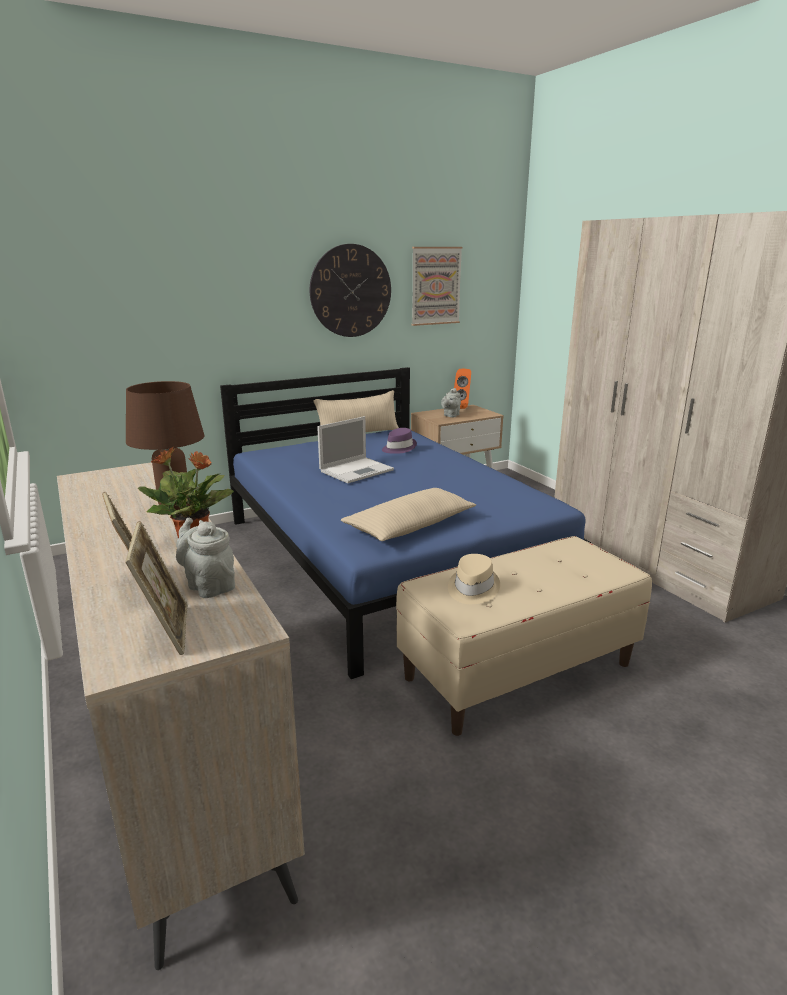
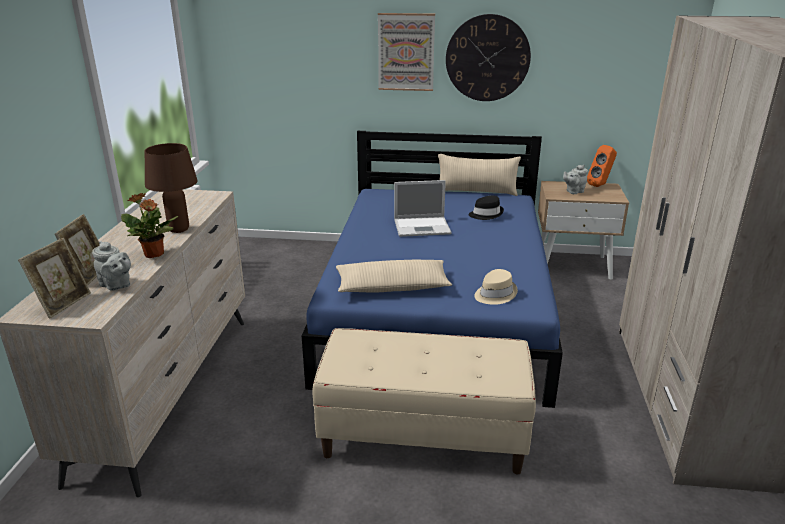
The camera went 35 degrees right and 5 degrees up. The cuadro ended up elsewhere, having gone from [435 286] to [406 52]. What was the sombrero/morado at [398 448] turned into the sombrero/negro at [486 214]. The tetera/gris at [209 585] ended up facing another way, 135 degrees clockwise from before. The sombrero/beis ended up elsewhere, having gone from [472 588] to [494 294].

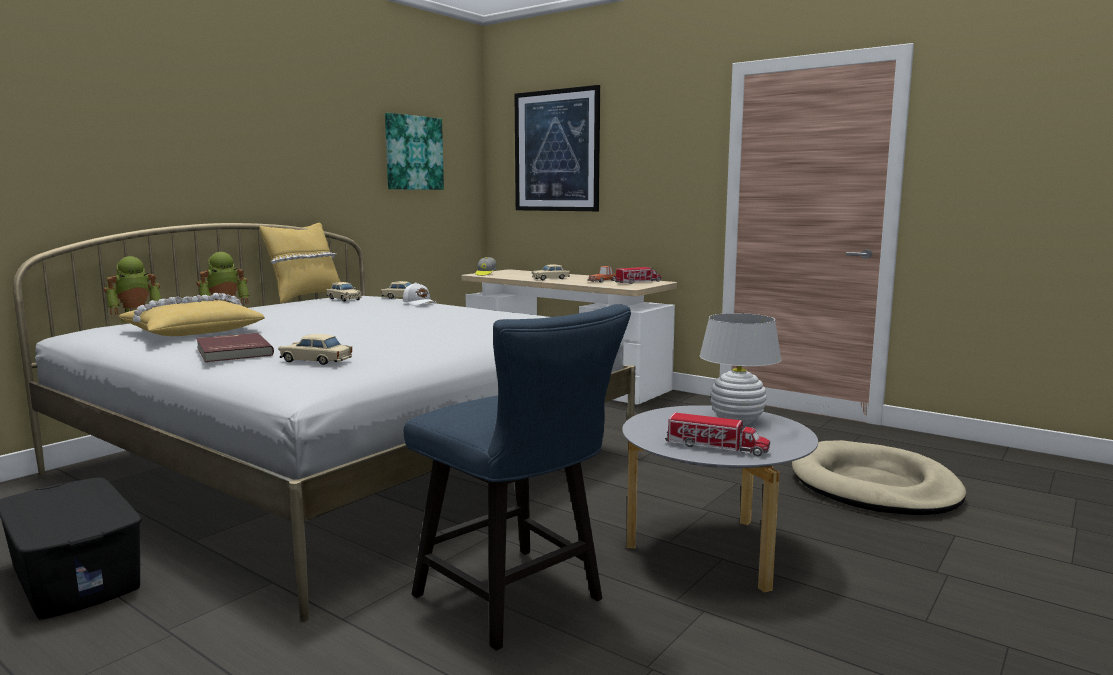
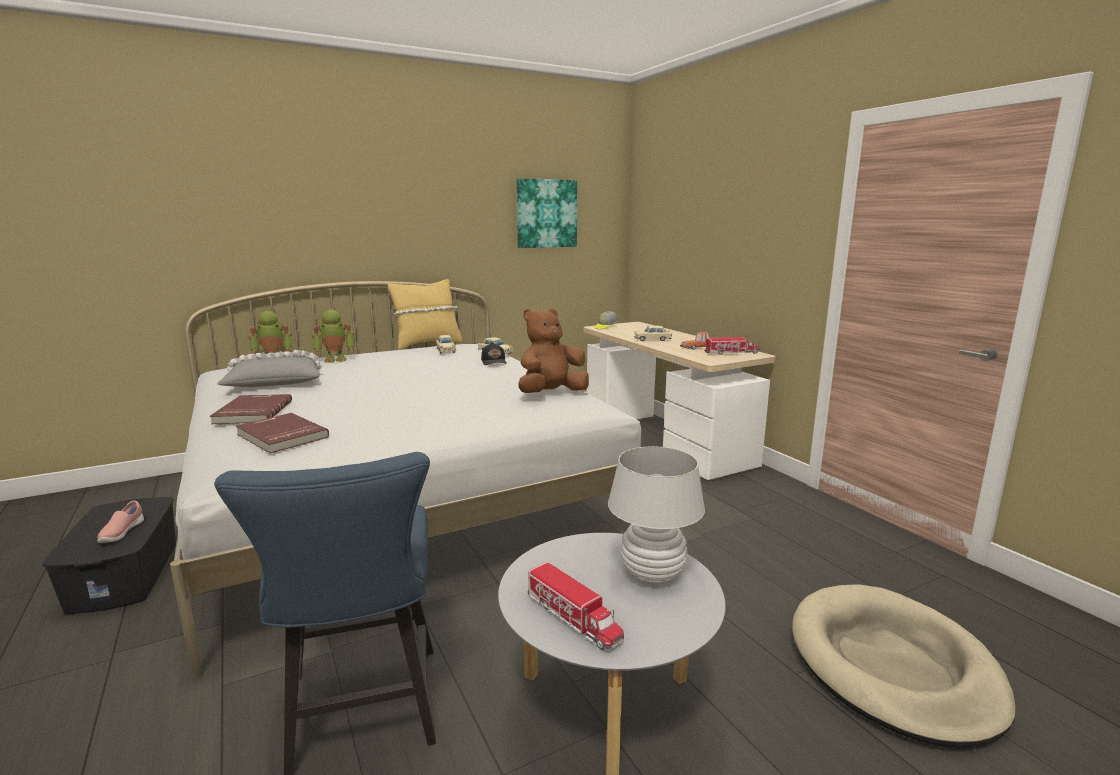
The camera went 25 degrees right and 5 degrees up. The second view lost the cuadro at [556 151]. What was the gorra/blanco at [419 303] turned into the gorra/negro at [494 362]. What was the cojín/amarillo at [192 331] turned into the cojín/gris at [275 380]. Where the coche de juguete/beis stood at [316 361], the libro/rojo came to stand at [280 436]. The second view gained the peluche/marrón at [551 394]. The second view gained the zapato/rosa at [121 533].

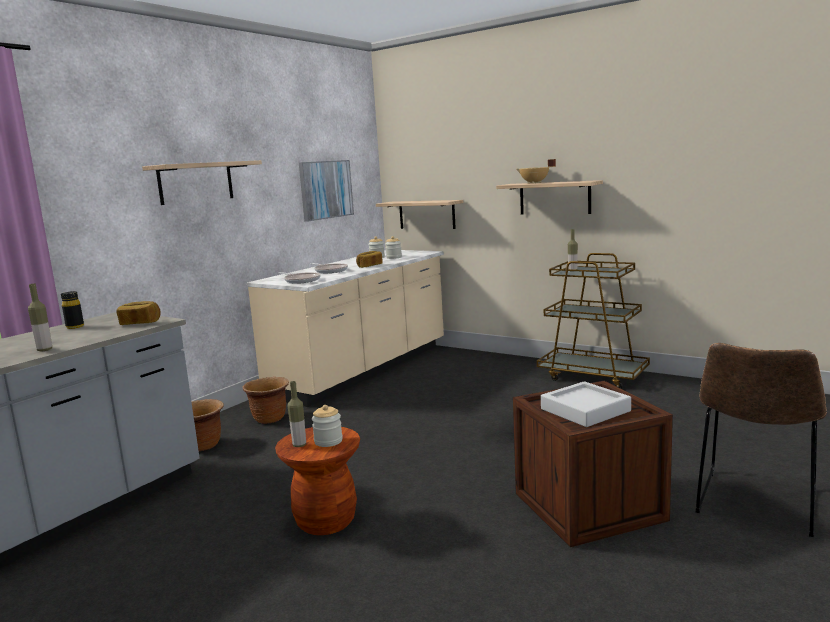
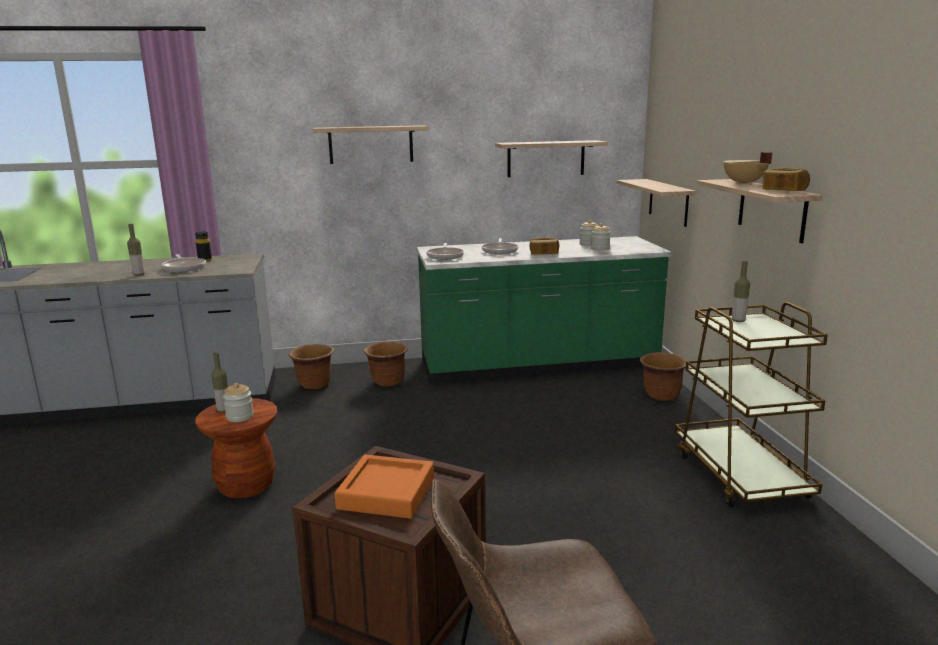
The camera went 45 degrees right and 5 degrees up. Where the cuadro hung at [325 189], the estante came to hang at [546 158]. What was the mueble bajo de cocina/beis at [363 370] turned into the mueble bajo de cocina/verde at [538 365]. The pan ended up elsewhere, having gone from [140 323] to [784 191]. What was the bandeja/gris at [585 410] turned into the bandeja/naranja at [386 493]. The second view gained the sartén at [184 268]. The second view gained the maceta/marrón at [661 396].

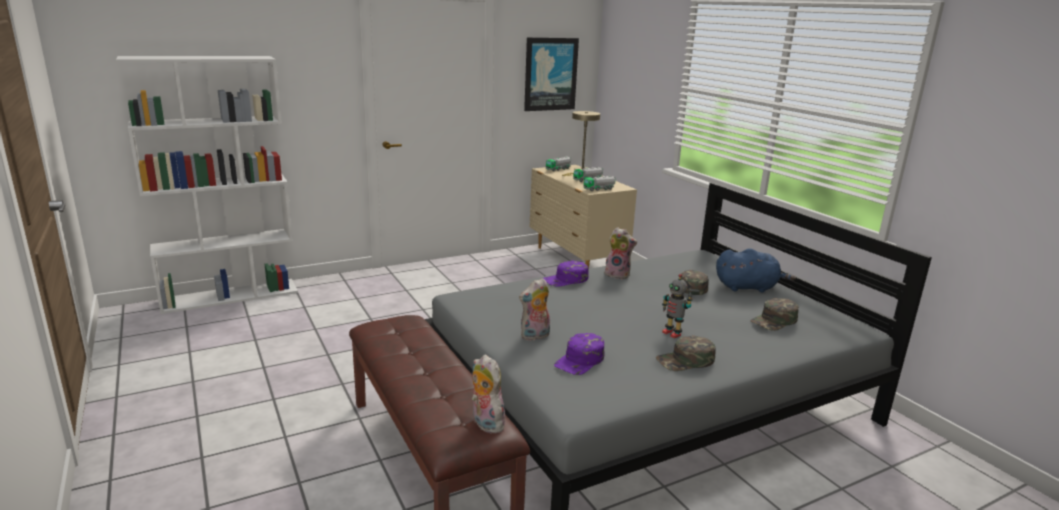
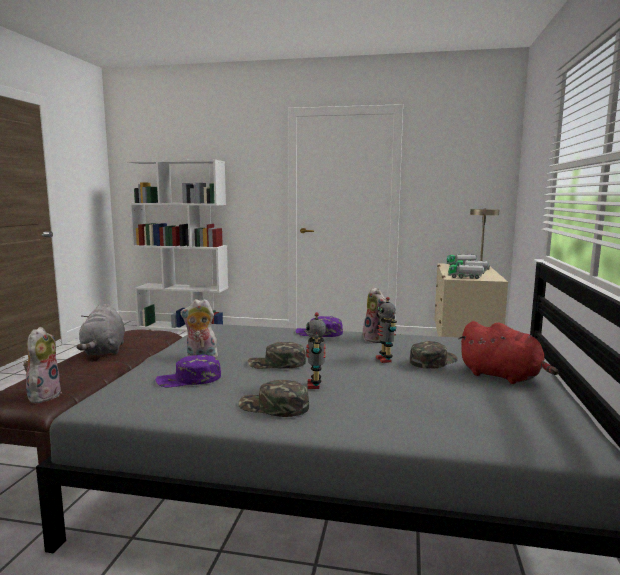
The camera went 40 degrees right and 10 degrees down. The second view lost the cuadro at [550 74]. What was the peluche/azul at [748 287] turned into the peluche/rojo at [503 376]. The gorra/verde ended up elsewhere, having gone from [774 321] to [276 363]. The second view gained the robot de juguete at [385 359]. The second view gained the peluche/gris at [104 351].

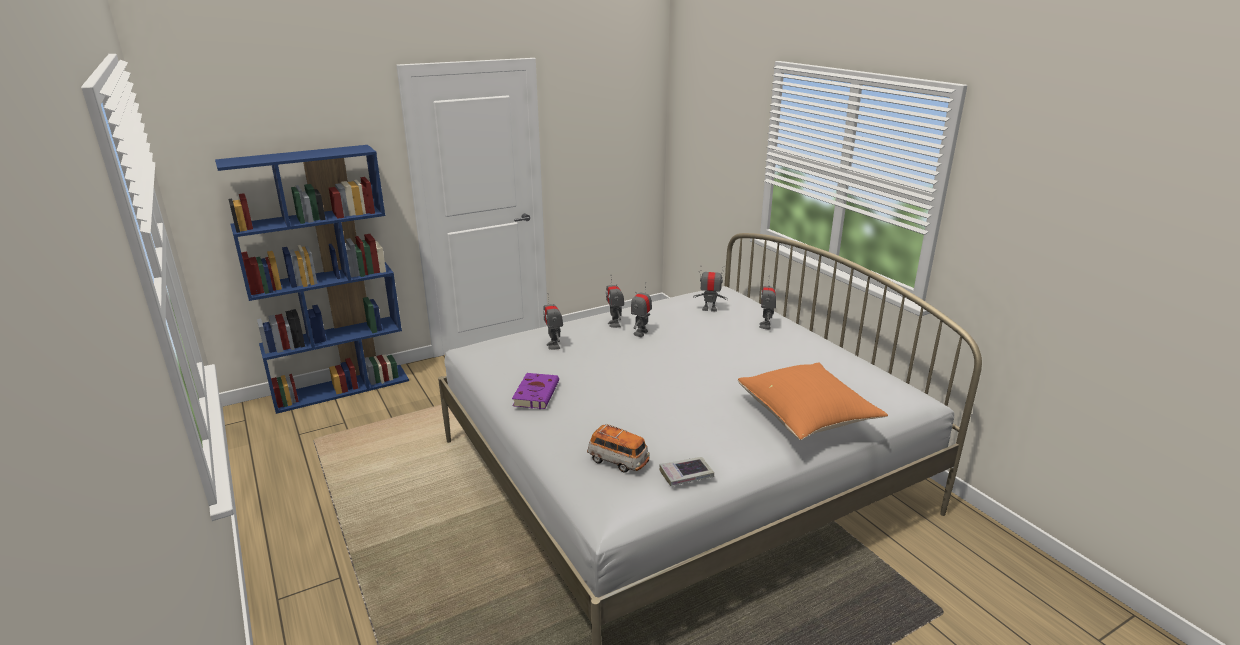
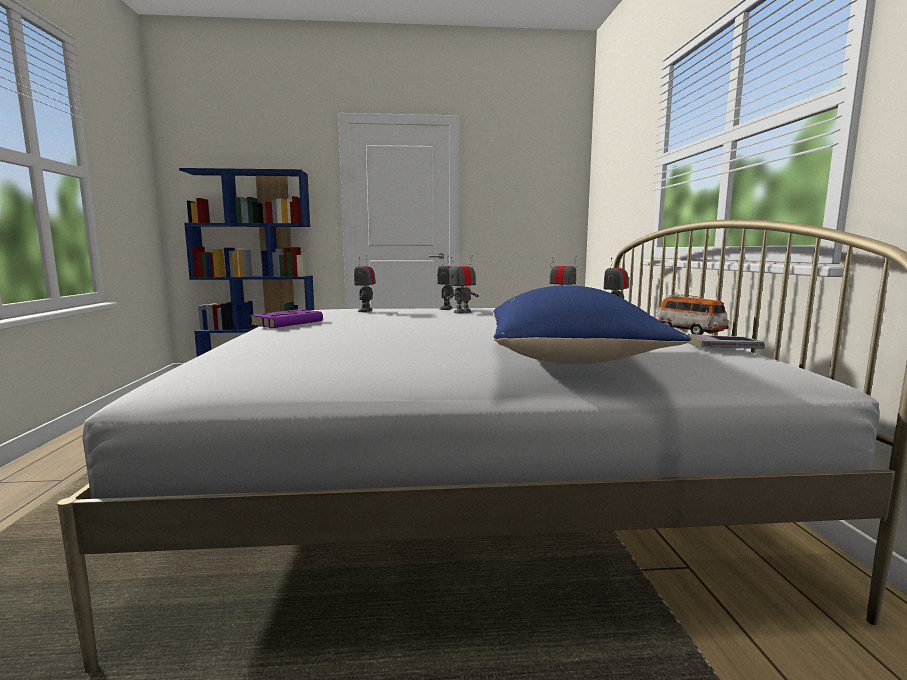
The camera went 25 degrees right and 15 degrees down. What was the cojín/naranja at [807 418] turned into the cojín/azul at [572 361]. The coche de juguete ended up elsewhere, having gone from [618 461] to [690 332]. The libro ended up elsewhere, having gone from [686 475] to [724 348].

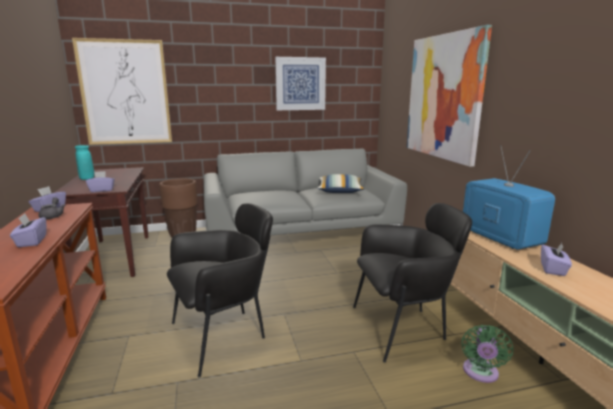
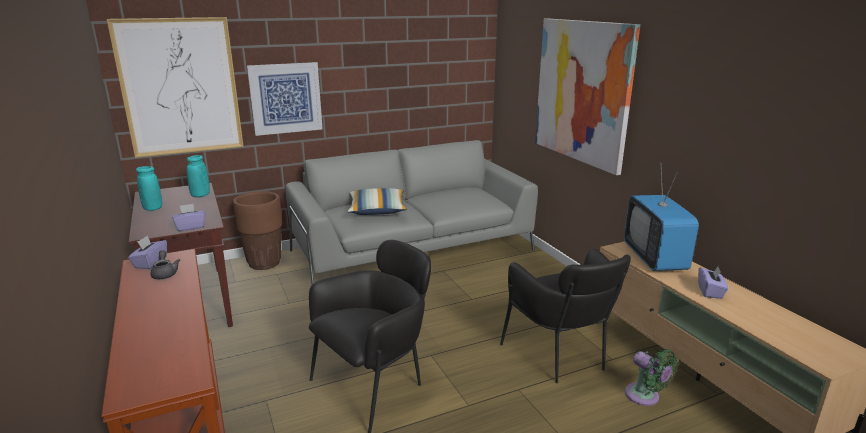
The camera went 10 degrees left and 5 degrees up. The cuadro ended up elsewhere, having gone from [300 84] to [285 98]. The televisor at [499 239] ended up facing another way, 150 degrees counterclockwise from before. The cojín ended up elsewhere, having gone from [340 191] to [377 210]. The sillón/negro at [404 327] ended up facing another way, 90 degrees clockwise from before. The second view lost the caja de pañuelos/morado at [31 241]. The ventilador/verde at [480 373] ended up facing another way, 45 degrees counterclockwise from before. The second view gained the florero/turquesa at [200 195].

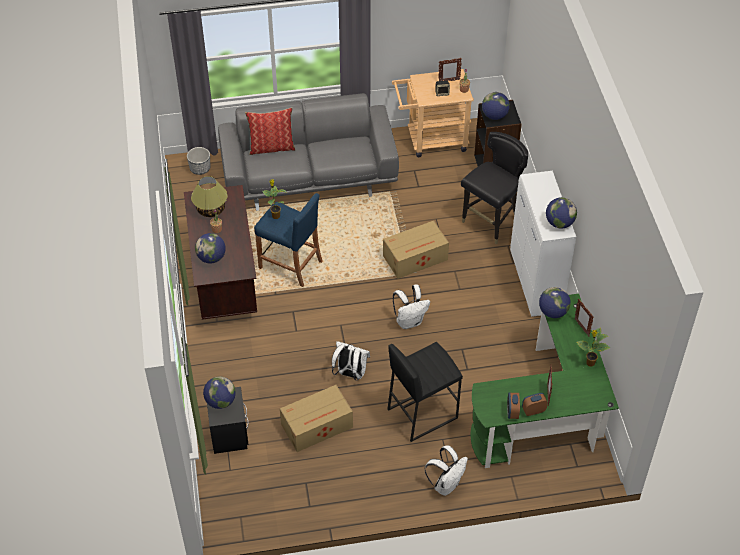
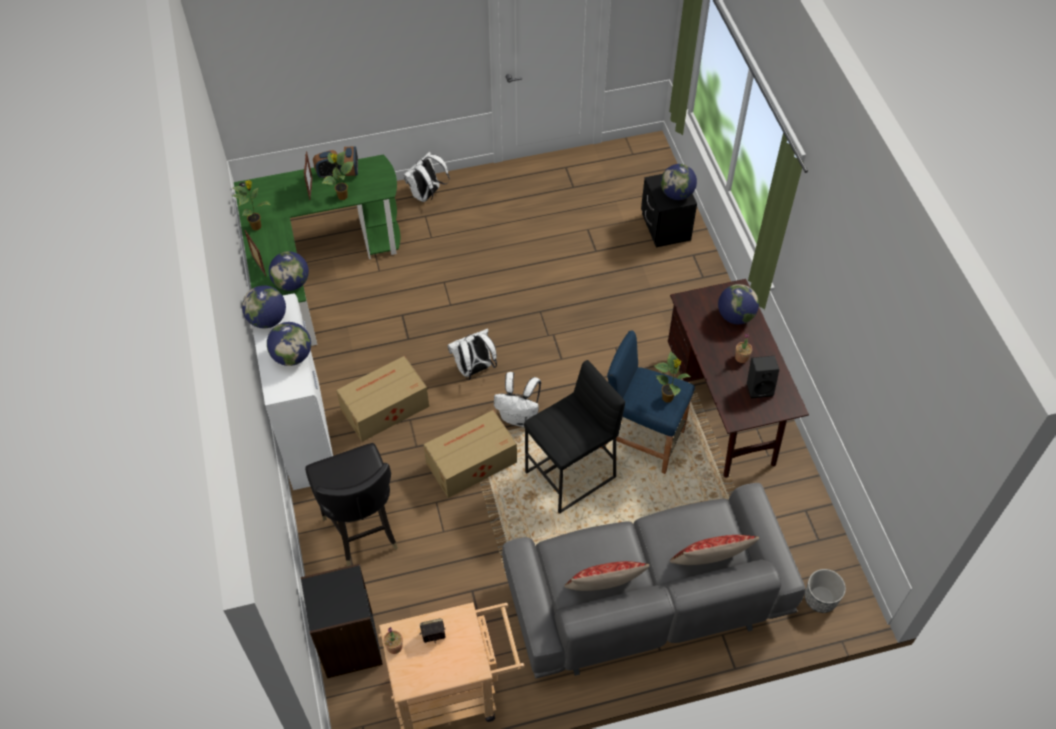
The camera went 175 degrees right and 5 degrees up. The second view lost the portarretratos at [449 81]. The globo terráqueo ended up elsewhere, having gone from [494 116] to [292 356]. The silla/negro at [491 223] ended up facing another way, 60 degrees counterclockwise from before. Where the lámpara de mesa stood at [211 210], the altavoz/negro came to stand at [760 387]. The mochila/blanco ended up elsewhere, having gone from [350 374] to [519 417]. The taburete/negro ended up elsewhere, having gone from [422 413] to [571 475]. The caja de cartón ended up elsewhere, having gone from [318 426] to [383 408]. The second view gained the planta en maceta at [342 197]. The second view gained the cojín at [603 590].

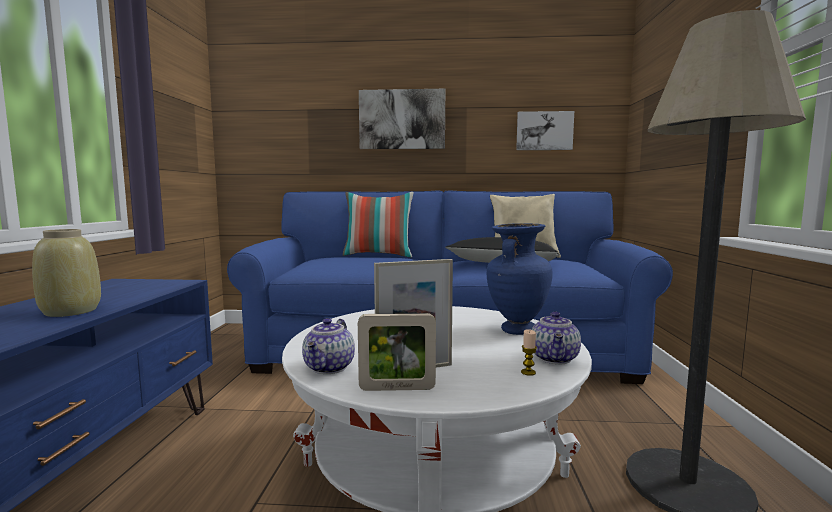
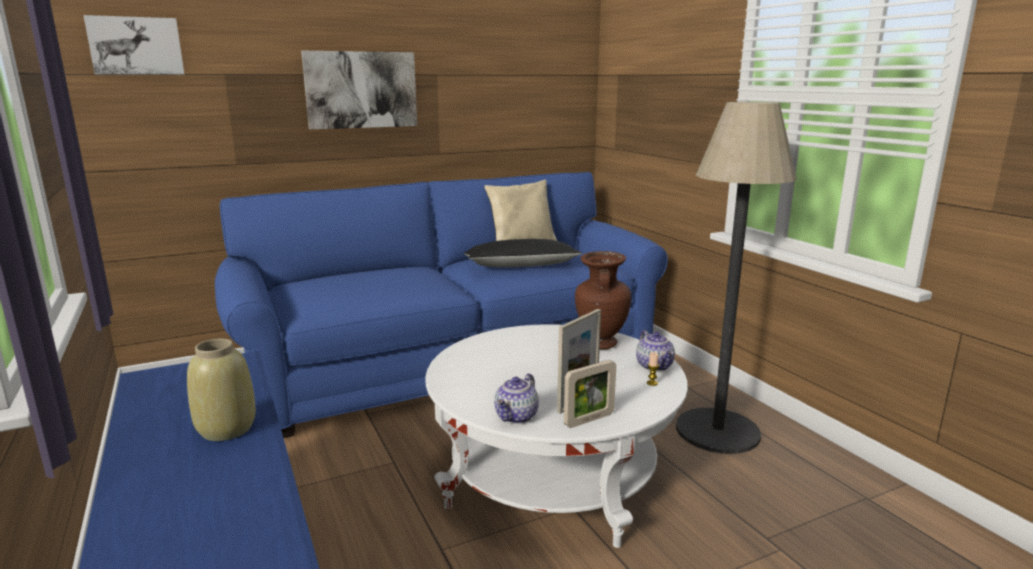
The camera went 30 degrees left and 10 degrees up. The cuadro ended up elsewhere, having gone from [544 131] to [136 46]. The second view lost the cojín at [378 255]. What was the florero/azul at [517 330] turned into the florero/marrón at [600 344]. The tetera at [330 368] ended up facing another way, 45 degrees clockwise from before.

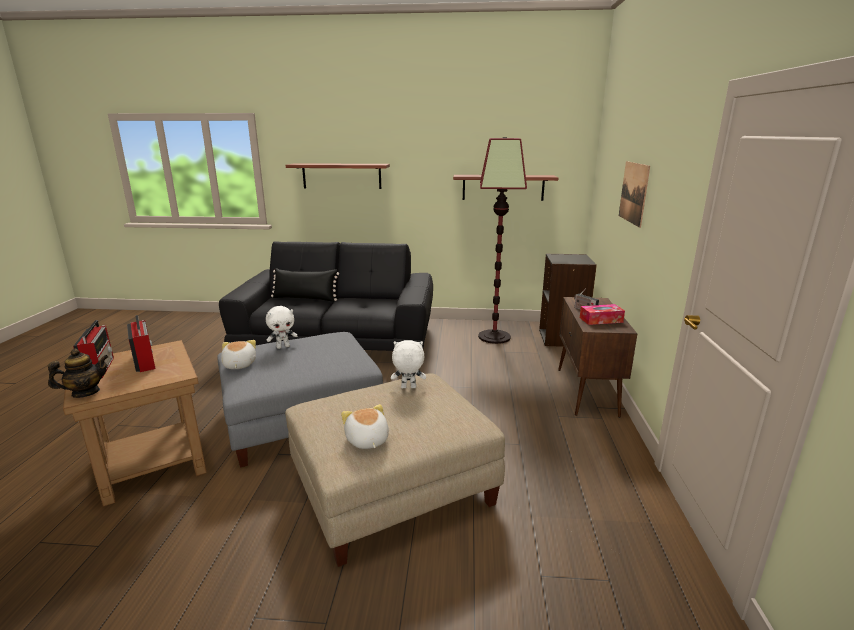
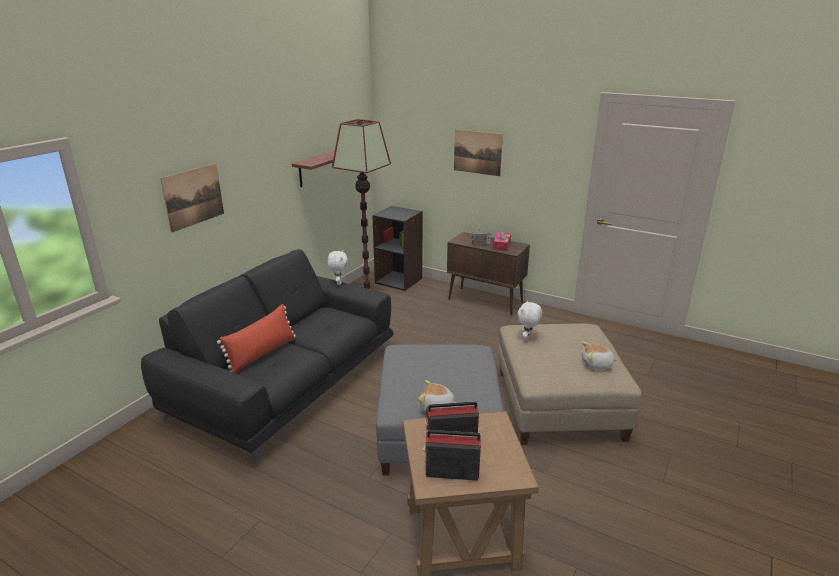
The camera went 65 degrees left and 5 degrees up. Where the estante hung at [341 176], the cuadro came to hang at [193 196]. What was the cojín/negro at [305 298] turned into the cojín/rojo at [262 354]. The peluche/blanco ended up elsewhere, having gone from [283 346] to [338 283]. The second view lost the tetera at [85 392].

